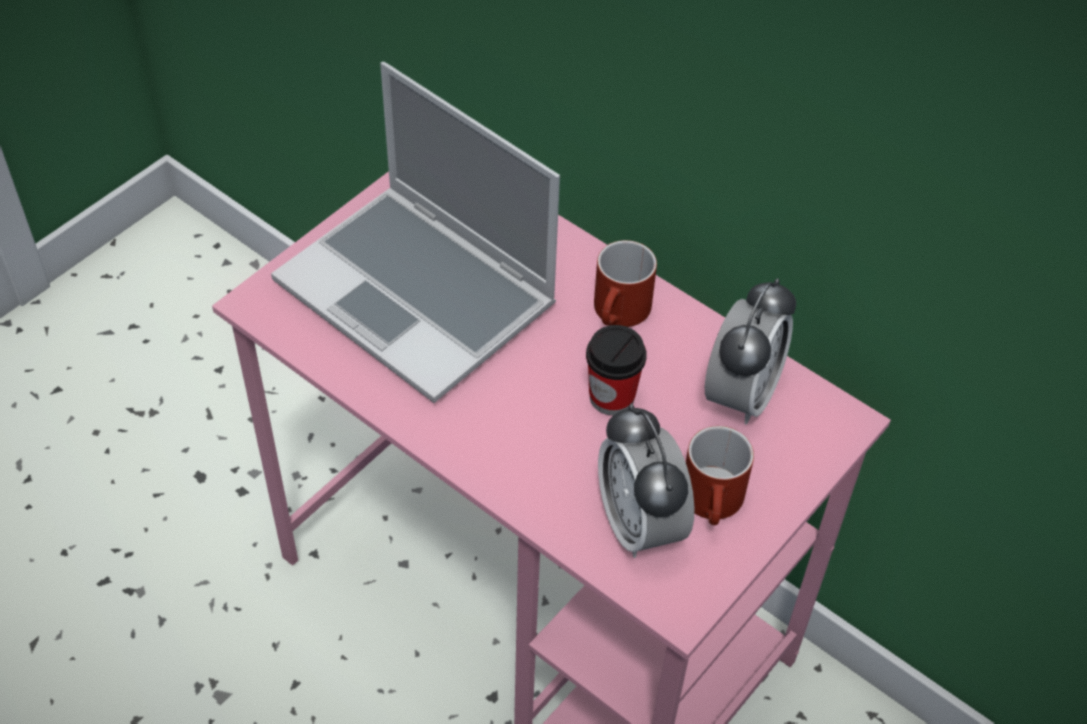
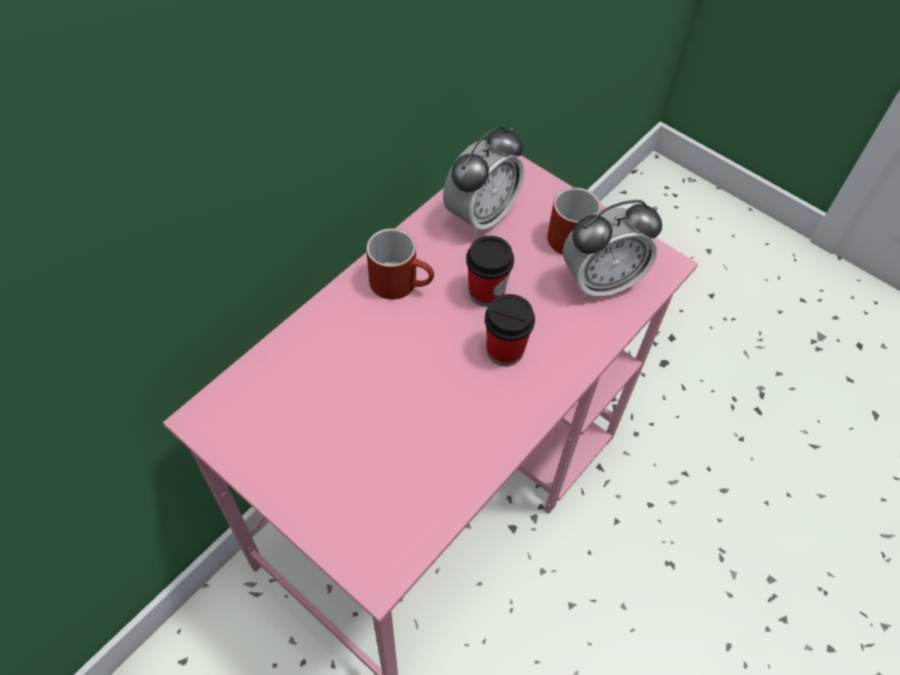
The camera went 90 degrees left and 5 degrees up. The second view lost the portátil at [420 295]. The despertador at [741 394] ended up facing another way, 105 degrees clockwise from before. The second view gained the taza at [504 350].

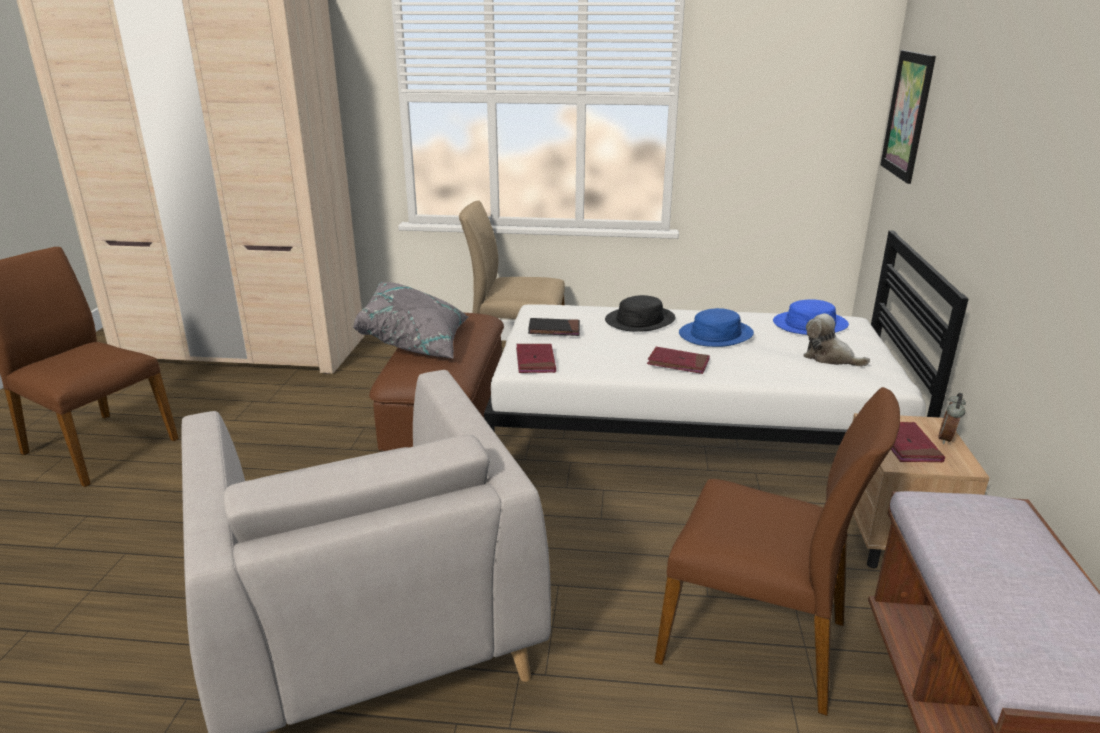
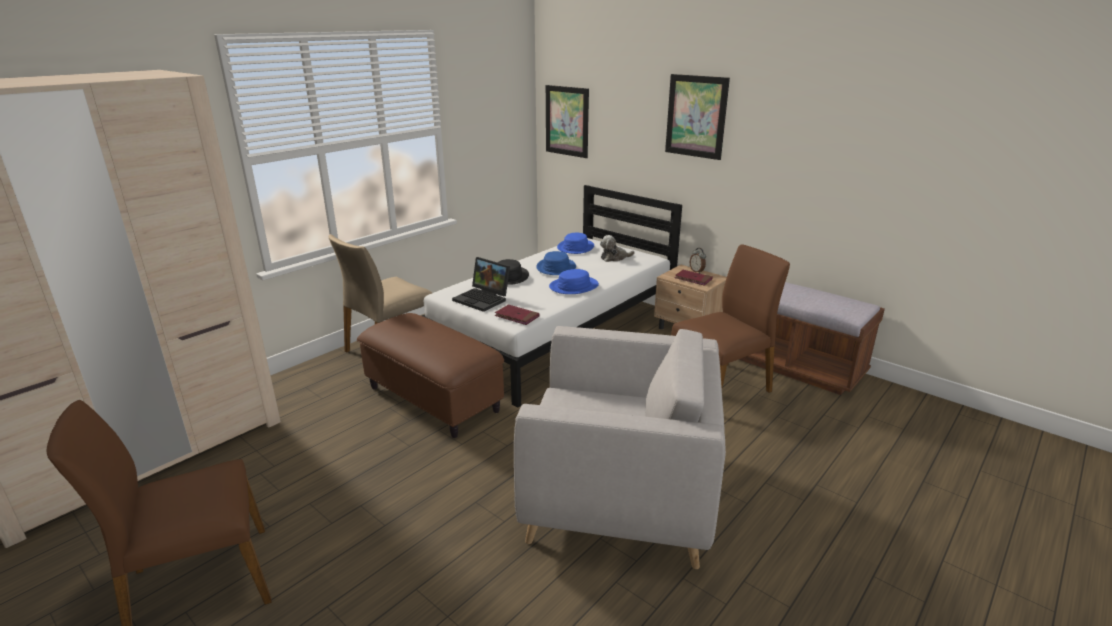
The camera went 55 degrees left and 0 degrees up. The second view lost the cojín/gris at [416 343]. Where the libro/negro stood at [554 330], the portátil came to stand at [483 299]. Where the libro/rojo stood at [678 363], the sombrero/azul came to stand at [574 286]. The second view gained the cuadro at [696 116].

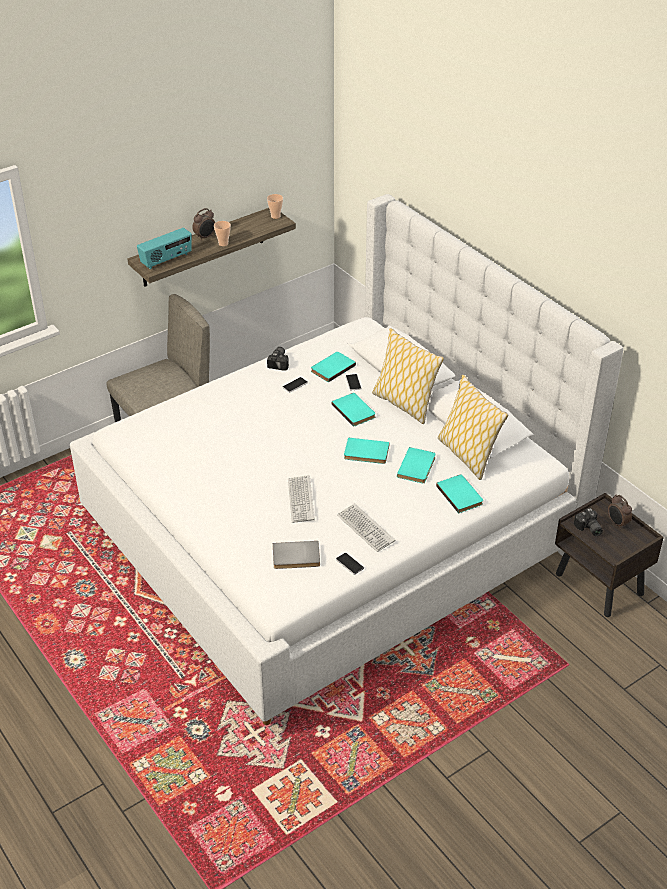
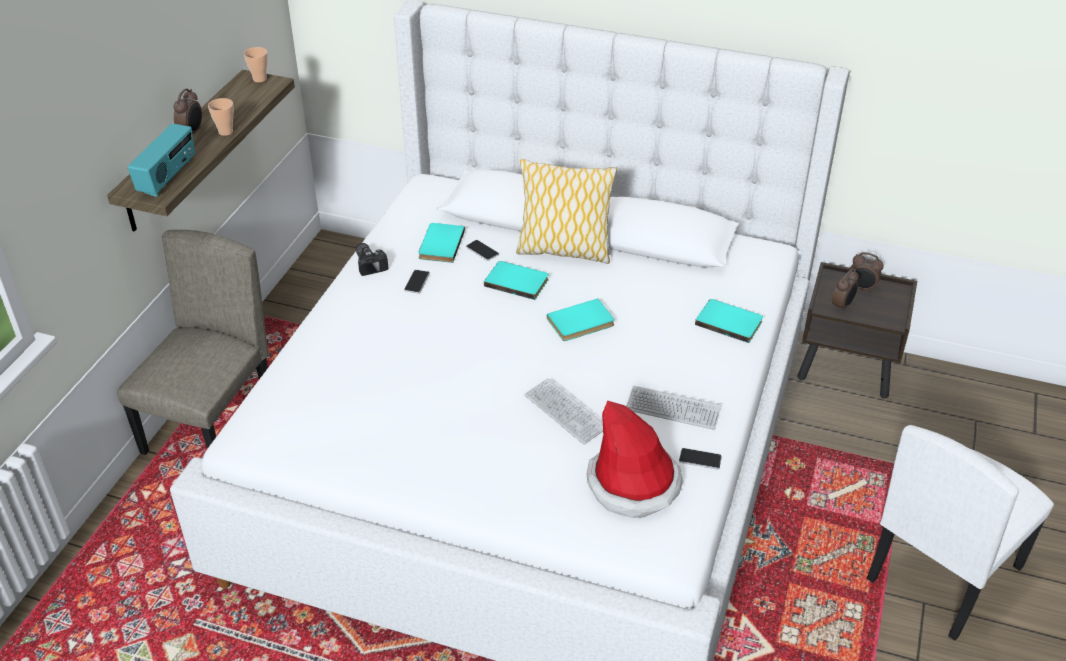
The camera went 35 degrees left and 0 degrees up. The second view lost the cojín at [467 455]. The second view lost the libro/turquesa at [418 467]. Where the cámara stood at [588 529], the despertador came to stand at [842 306]. Where the libro/gris stood at [296 557], the sombrero came to stand at [633 484]. The second view gained the silla/blanco at [942 572].

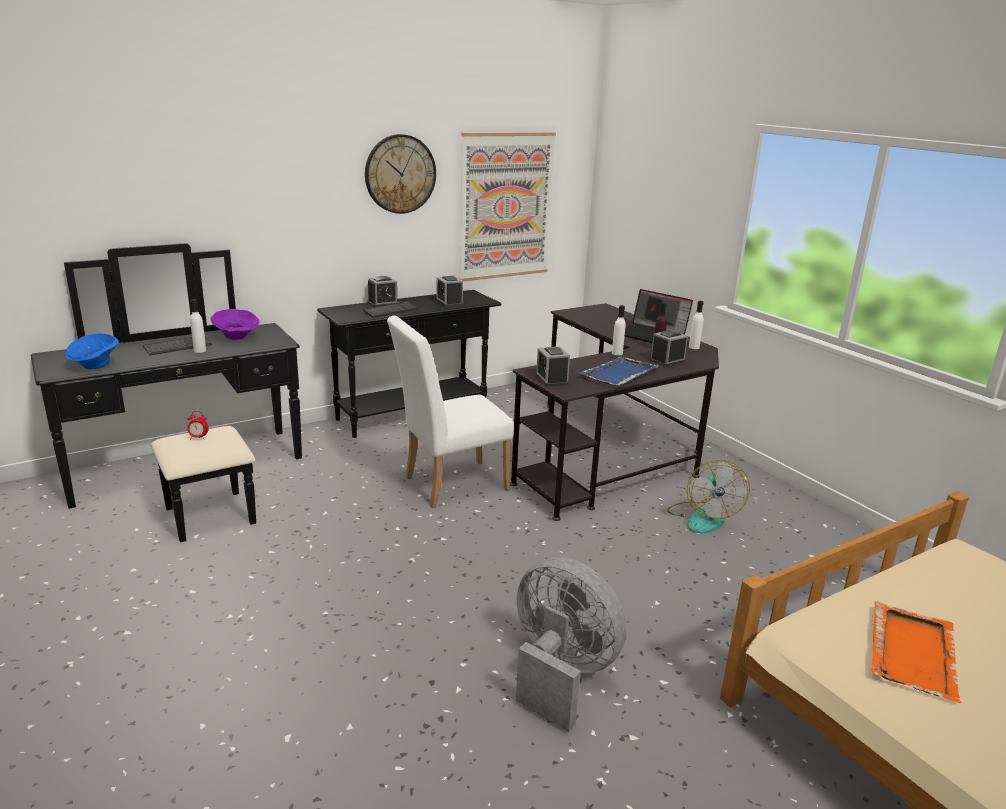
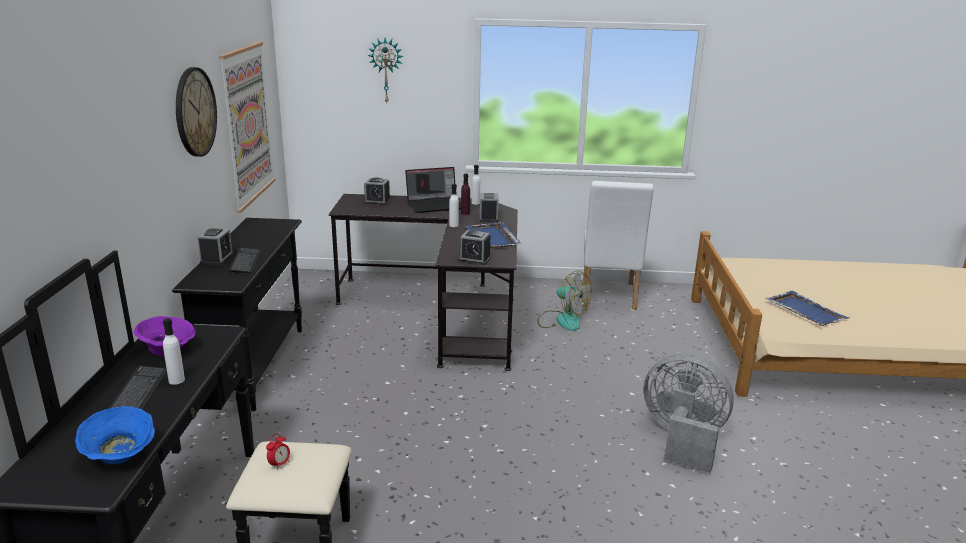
The camera went 55 degrees left and 0 degrees up. The despertador ended up elsewhere, having gone from [449 302] to [377 201]. The silla/blanco ended up elsewhere, having gone from [448 484] to [608 297]. The ventilador/gris at [560 673] ended up facing another way, 45 degrees clockwise from before. What was the bandeja/naranja at [912 652] turned into the bandeja/azul at [805 310]. The second view gained the reloj de pared at [386 70].

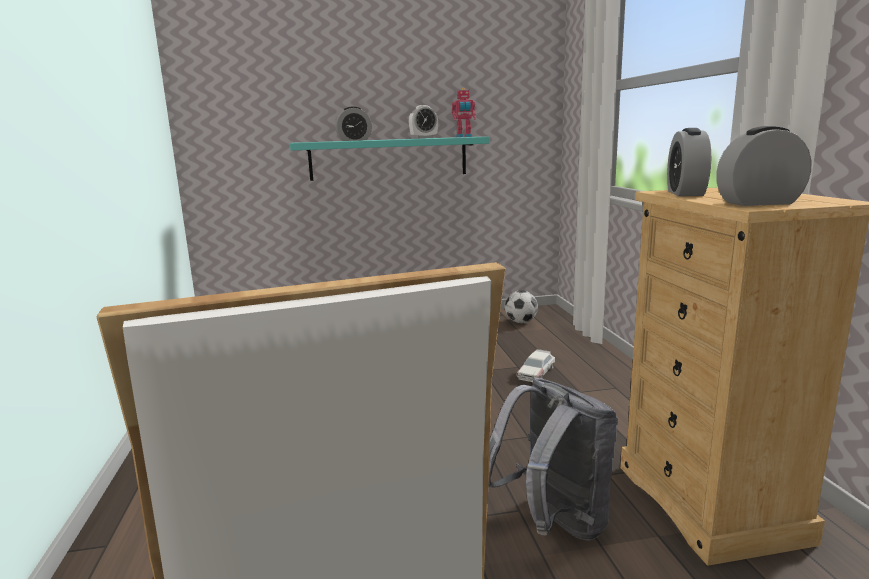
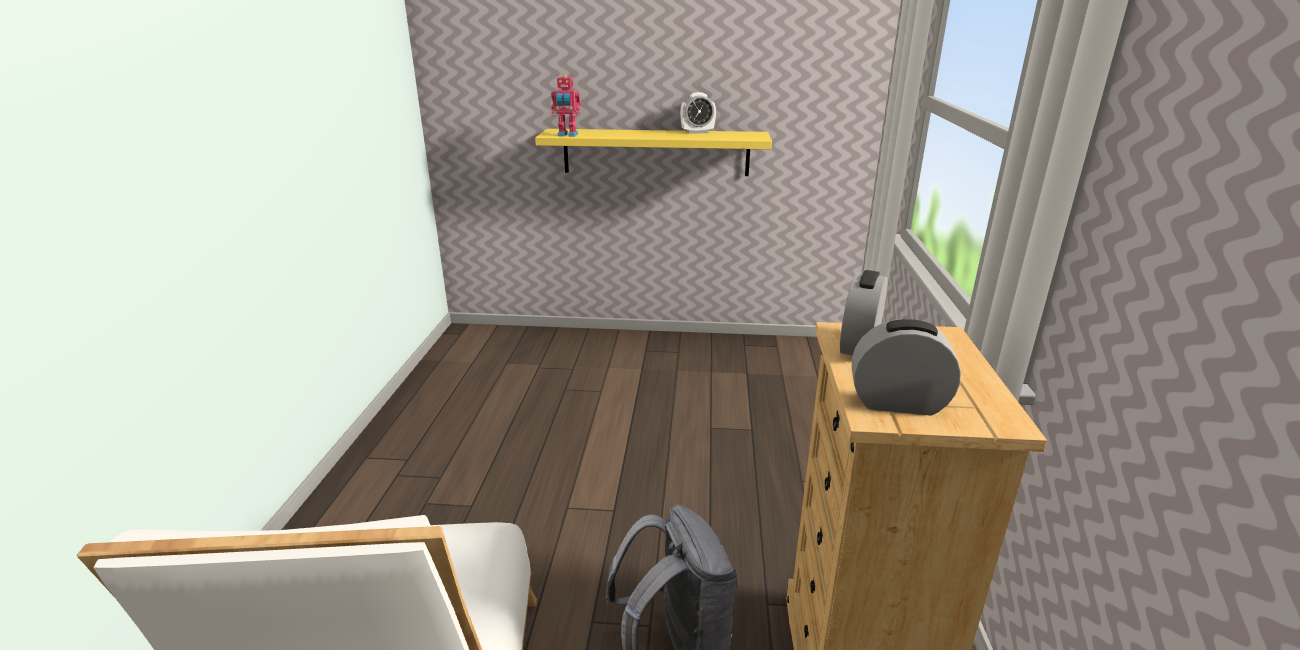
The camera went 15 degrees right and 10 degrees up. The robot de juguete ended up elsewhere, having gone from [464 136] to [567 135]. The second view lost the despertador at [354 140]. What was the estante/turquesa at [388 158] turned into the estante/amarillo at [656 152]. The second view lost the balón de fútbol at [521 322]. The second view lost the coche de juguete at [536 372].

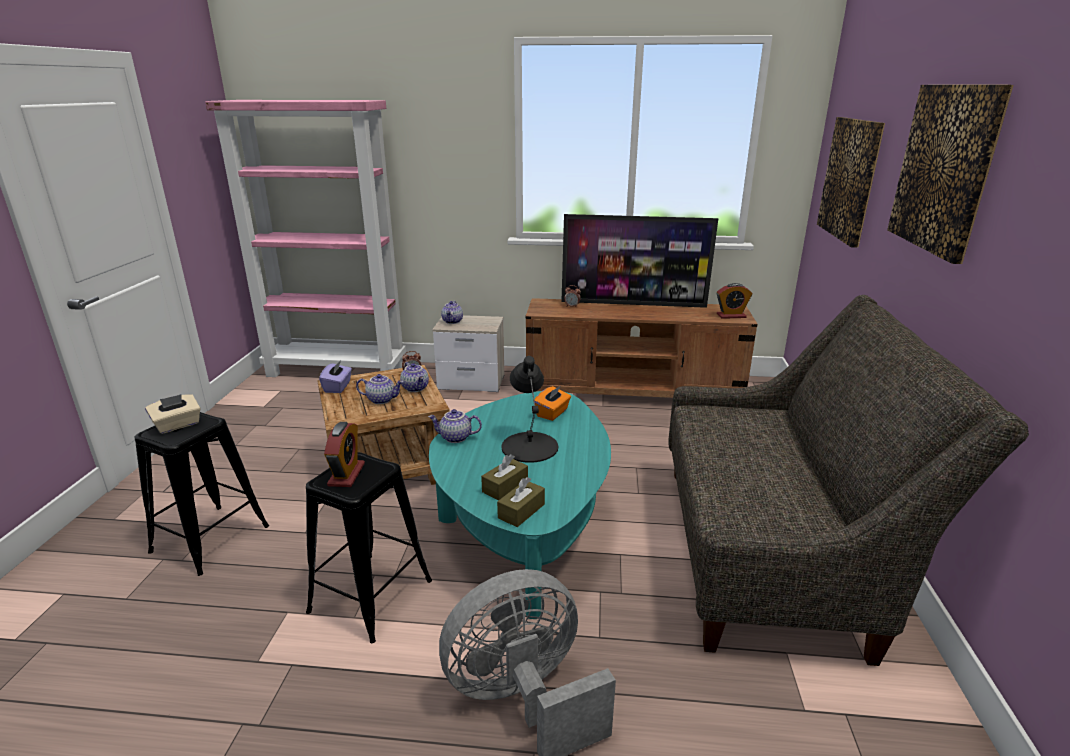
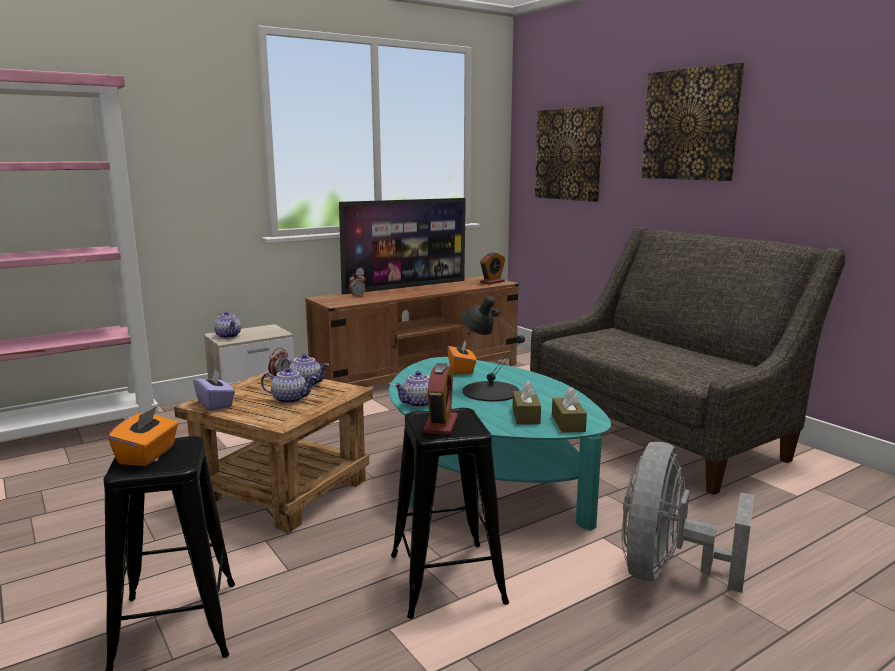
The camera went 40 degrees left and 10 degrees down. The tetera at [382 399] ended up facing another way, 45 degrees clockwise from before. What was the caja de pañuelos/beis at [177 425] turned into the caja de pañuelos/naranja at [147 455]. The despertador at [346 474] ended up facing another way, 45 degrees clockwise from before.

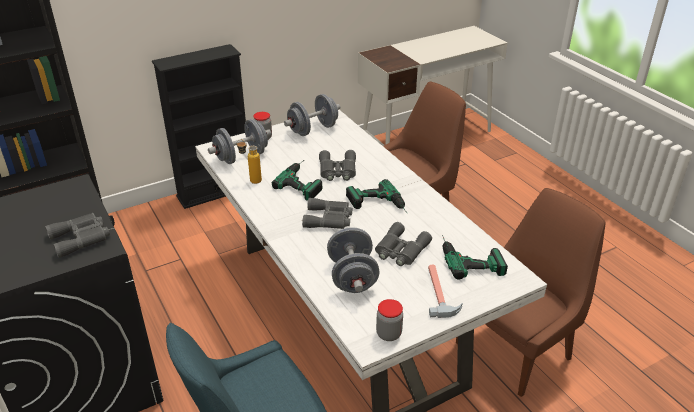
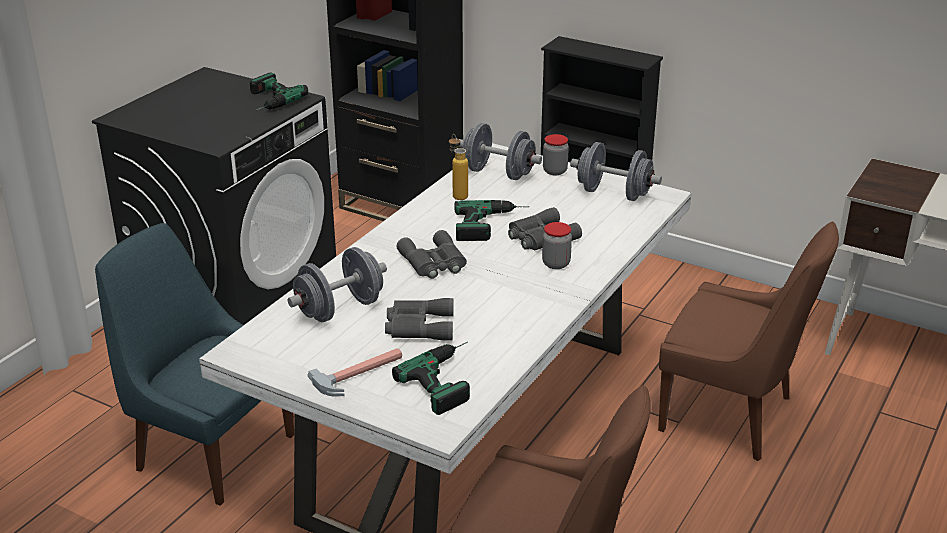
The camera went 60 degrees right and 5 degrees down. The taladro ended up elsewhere, having gone from [378 206] to [266 100]. The second view lost the prismáticos/gris at [81 238]. The tarro ended up elsewhere, having gone from [388 334] to [556 264].

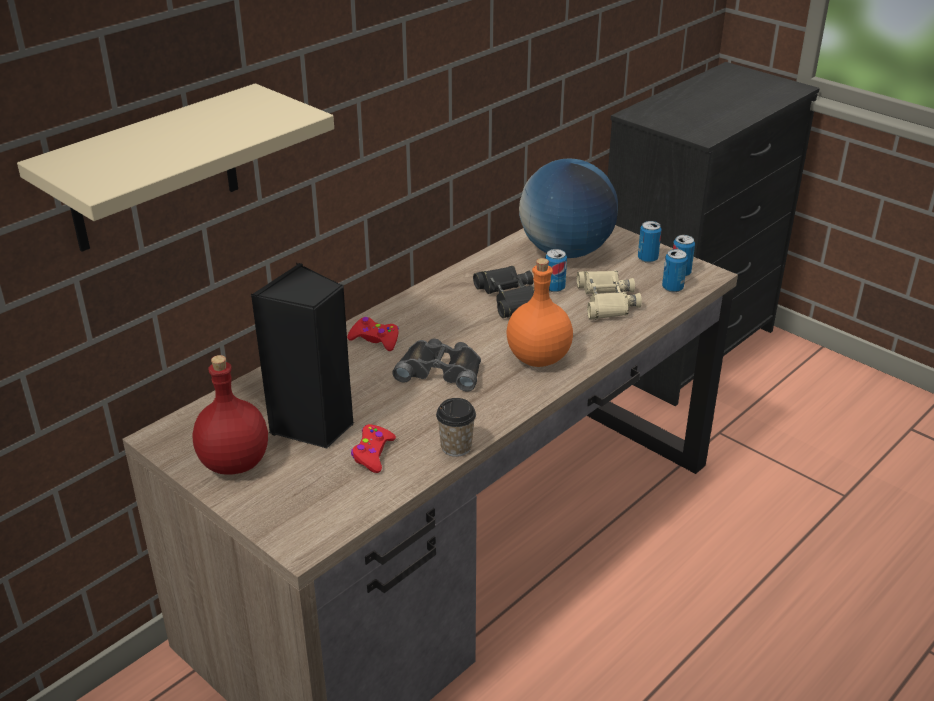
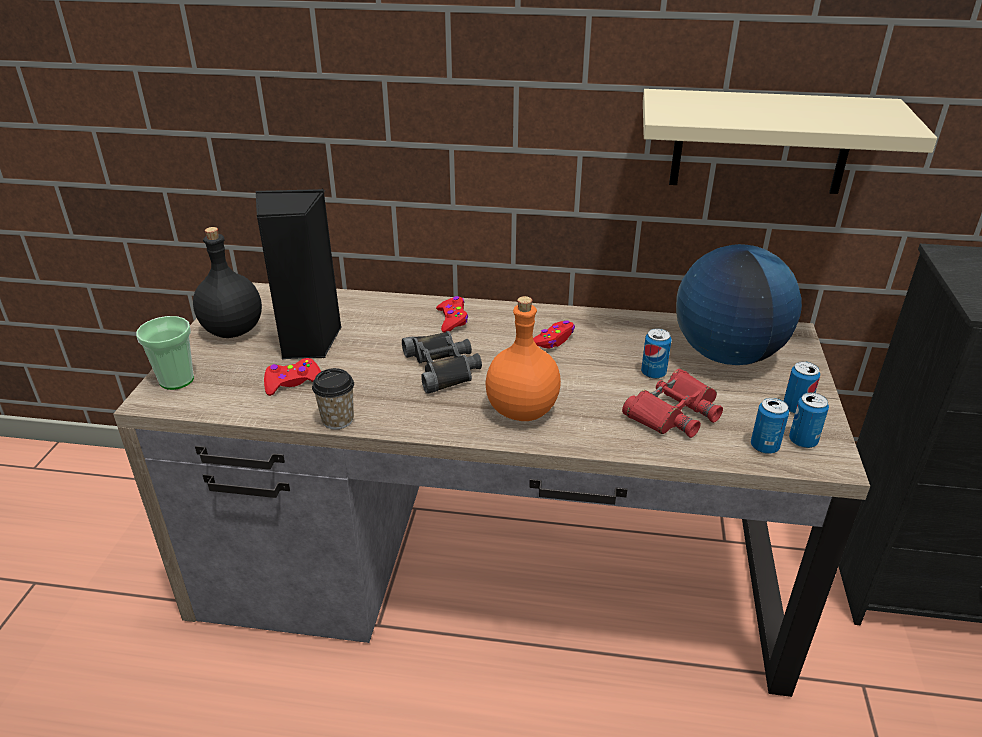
The camera went 55 degrees right and 0 degrees up. The estante/beis ended up elsewhere, having gone from [153 170] to [761 142]. The second view lost the prismáticos/negro at [509 297]. What was the prismáticos/beis at [606 301] turned into the prismáticos/rojo at [674 412]. What was the botella/rojo at [234 464] turned into the botella/negro at [232 331]. The second view gained the taza at [176 380]. The second view gained the mando de consola/rojo at [552 341].

